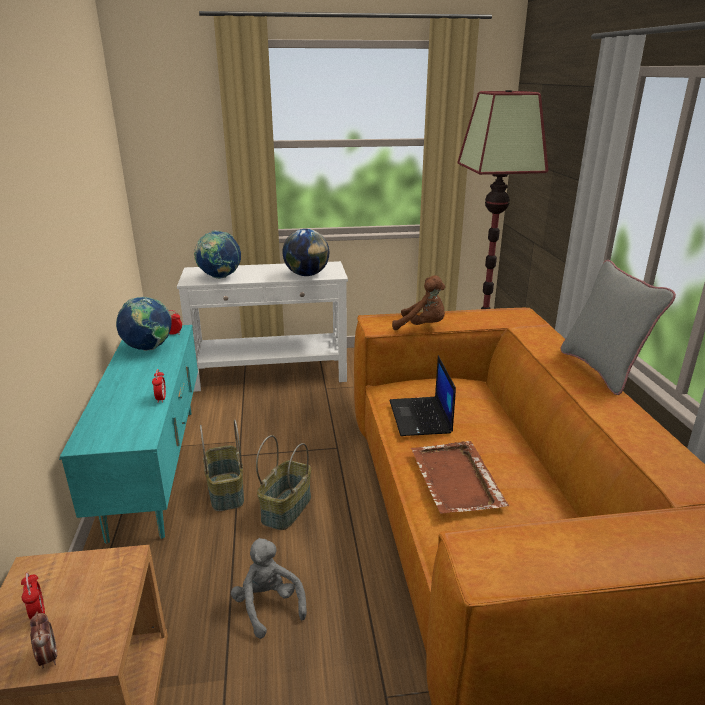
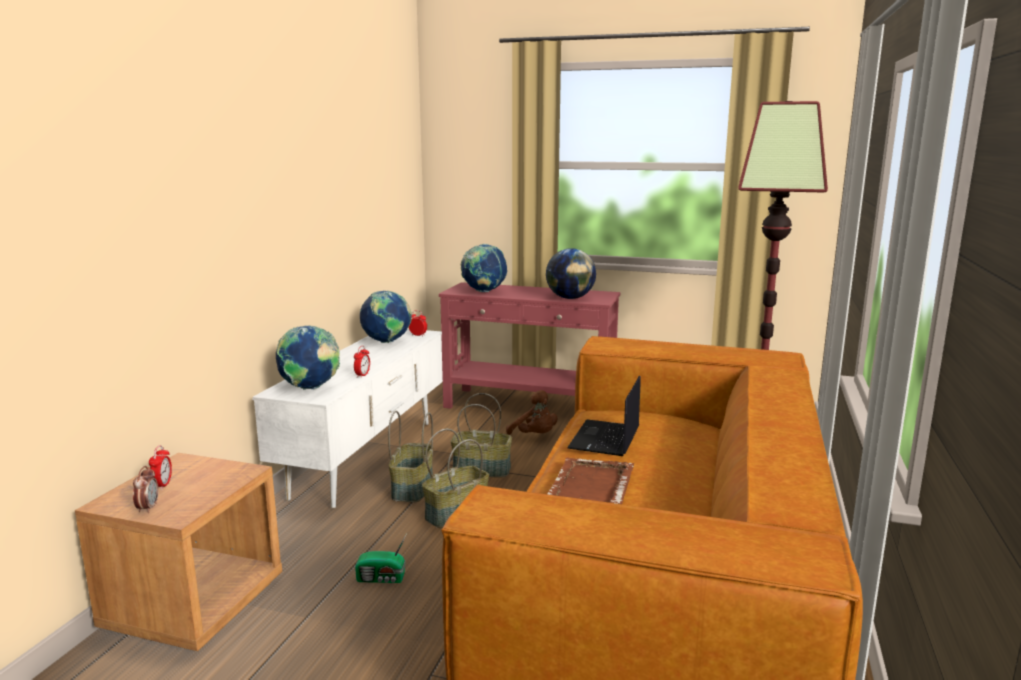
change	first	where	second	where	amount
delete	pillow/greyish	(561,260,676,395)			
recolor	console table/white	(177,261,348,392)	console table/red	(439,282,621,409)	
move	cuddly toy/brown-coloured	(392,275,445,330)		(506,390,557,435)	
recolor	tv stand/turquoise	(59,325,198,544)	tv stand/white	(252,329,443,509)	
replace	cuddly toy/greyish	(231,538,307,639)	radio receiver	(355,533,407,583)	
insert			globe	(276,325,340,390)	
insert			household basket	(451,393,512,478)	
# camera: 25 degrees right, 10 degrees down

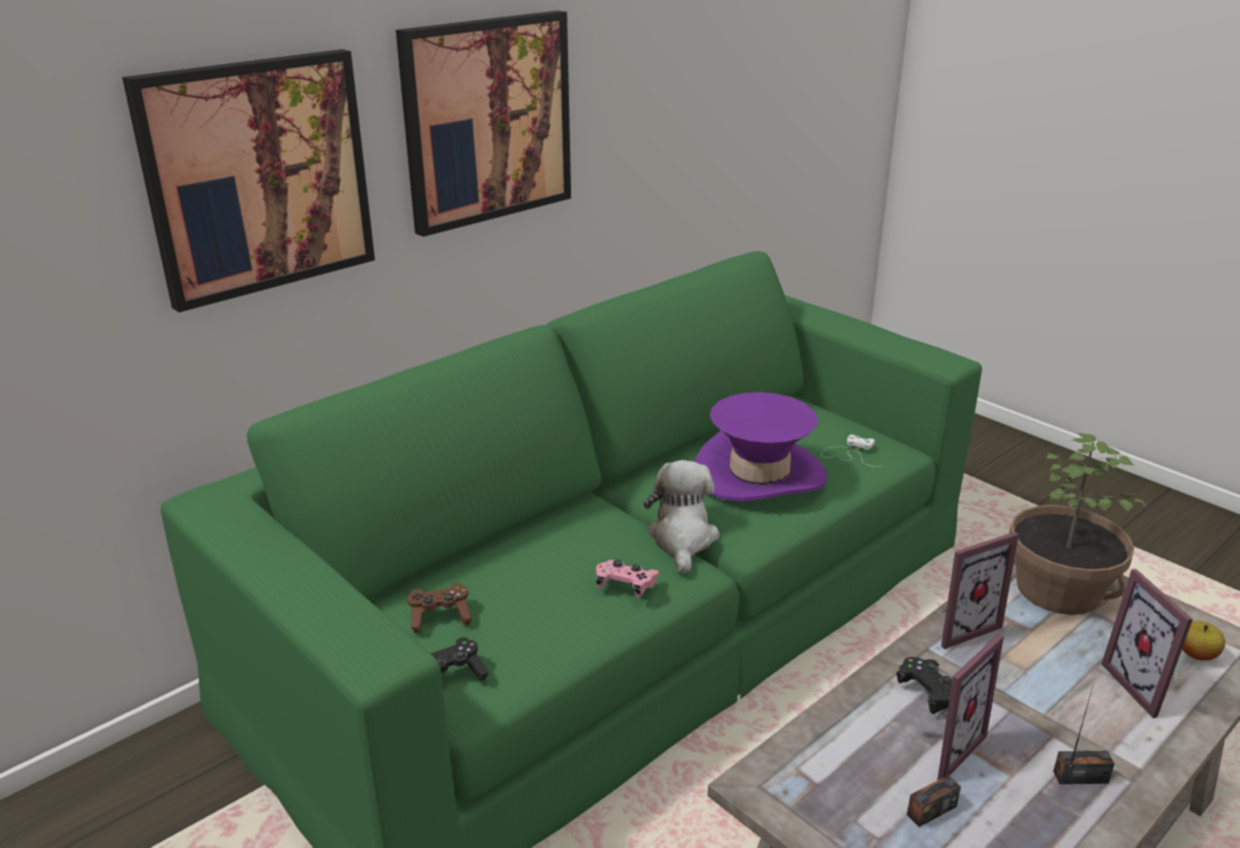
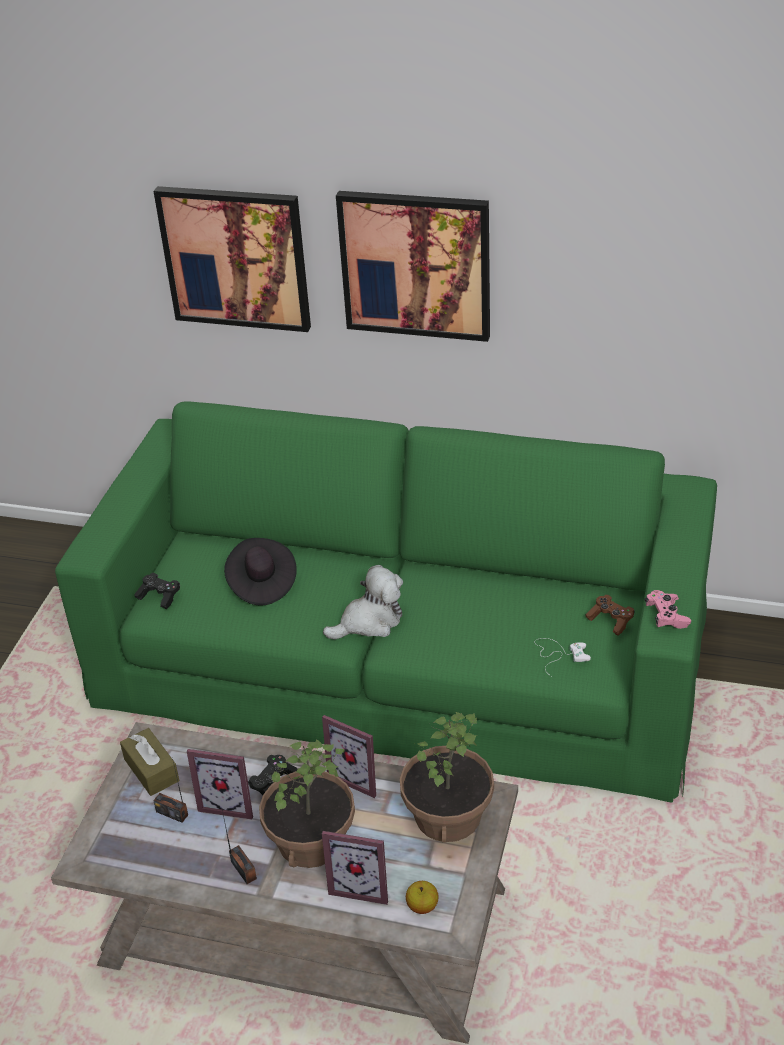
change	first	where	second	where	amount
delete	clothing hat/purple-coloured	(695,392,827,501)			
move	game controller/pink	(596,560,660,598)		(645,590,691,629)	
rotate	picture frame	(1101,569,1193,718)		(322,831,388,905)	120 degrees counterclockwise
move	game controller/brown-coloured	(407,583,472,633)		(585,595,635,636)	
insert			clothing hat/blackish	(224,538,297,606)	
insert			tissue holder/brown-coloured	(120,728,179,796)	
insert			plant in a pot	(259,739,355,868)	
# camera: 60 degrees right, 10 degrees up

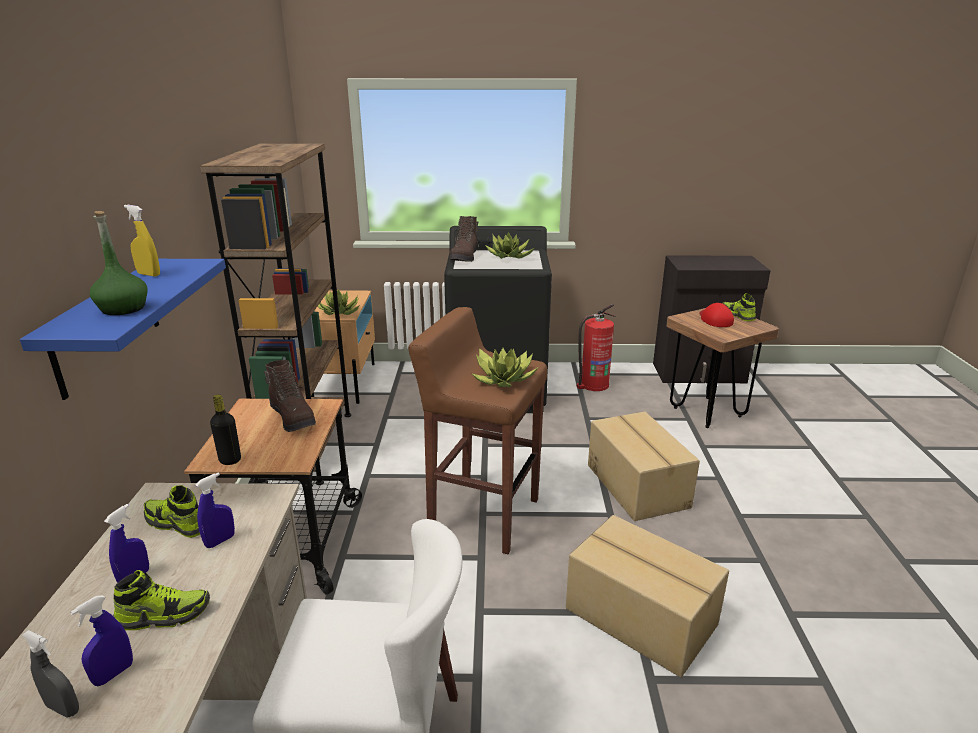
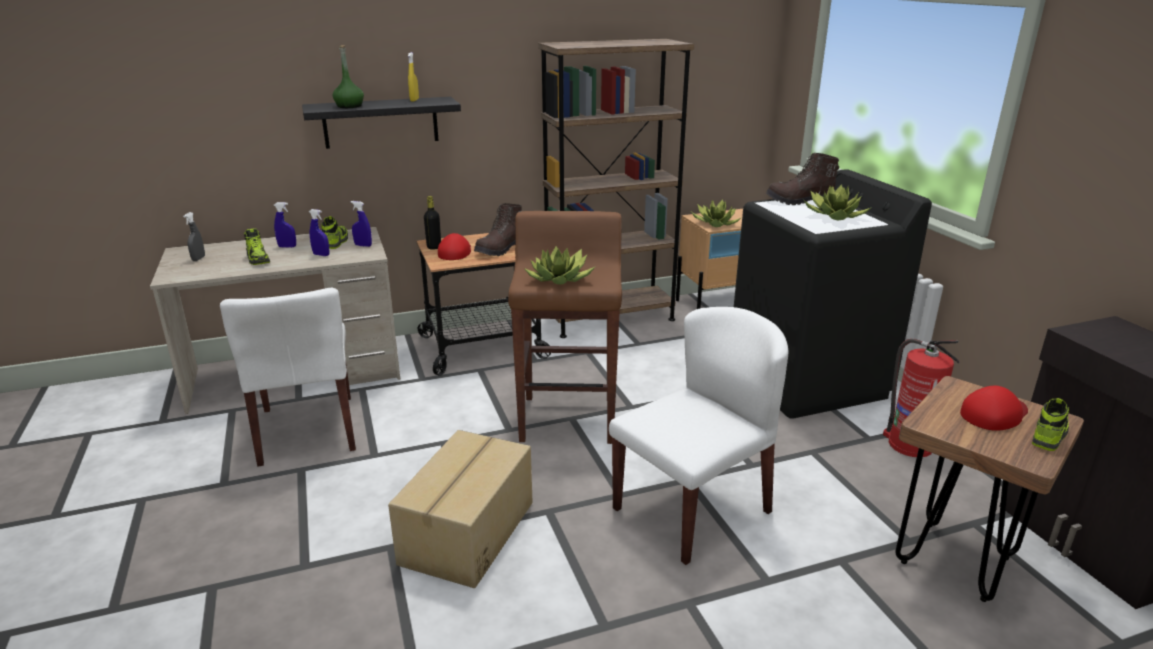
change	first	where	second	where	amount
recolor	wall shelf/bluish	(20,259,226,400)	wall shelf/blackish	(302,97,461,149)	
replace	cardboard box	(588,411,700,521)	plain chair/white	(609,307,788,565)	
move	hand sprayer/bluish	(70,595,133,686)		(350,201,372,247)	
insert			baseball cap/red	(438,233,471,260)	
# camera: 70 degrees right, 0 degrees up

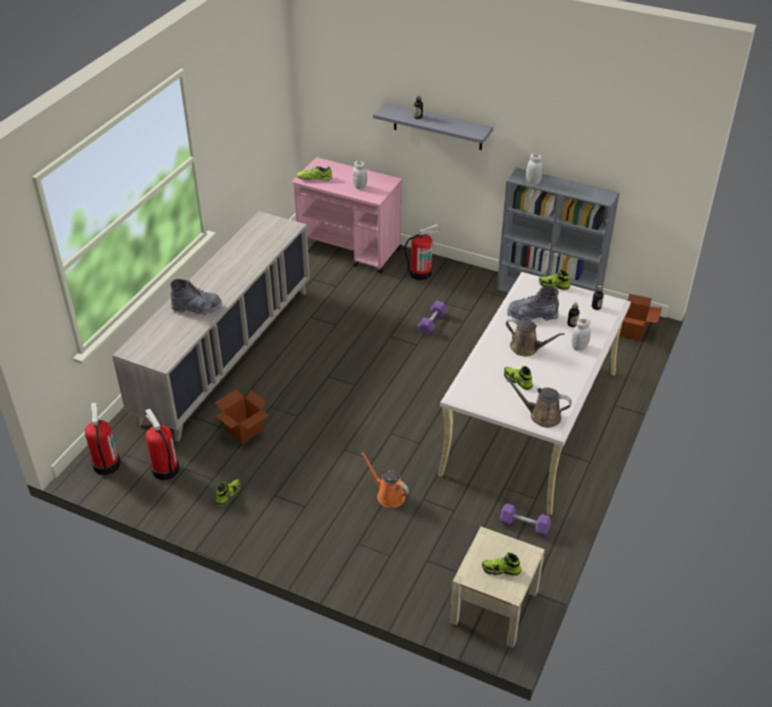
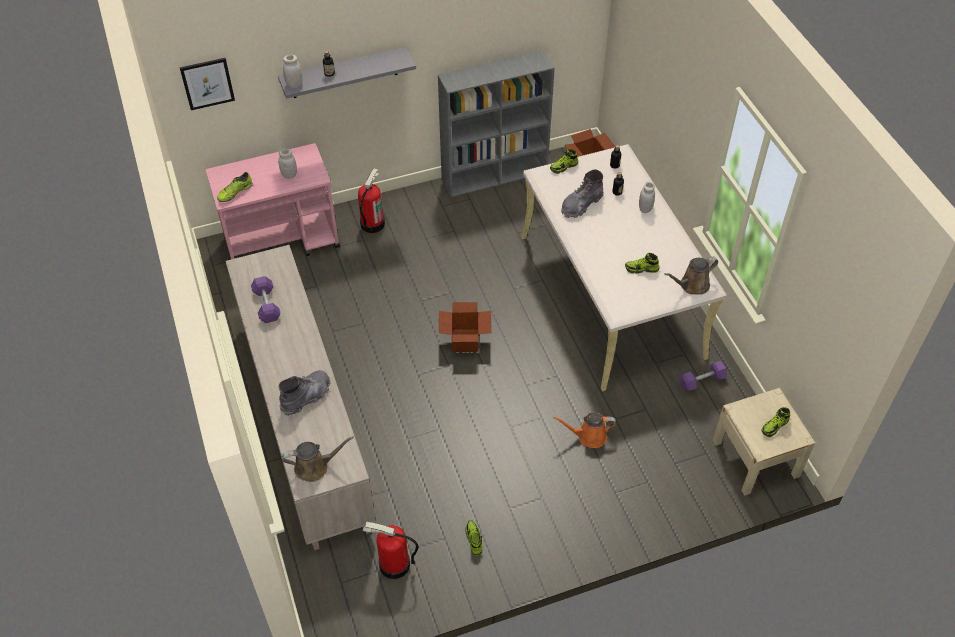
change	first	where	second	where	amount
move	jar/white	(526,154,543,184)		(283,55,302,88)	
move	dumbbell/purple-coloured	(417,301,448,335)		(251,276,281,323)	
move	sprinkling can/brown-coloured	(506,318,565,356)		(282,436,354,482)	
move	cardboard box	(215,390,269,445)		(439,302,492,352)	
delete	fire extinguisher	(85,402,121,475)			
insert			wall art	(180,58,235,110)	
# camera: 45 degrees left, 10 degrees up

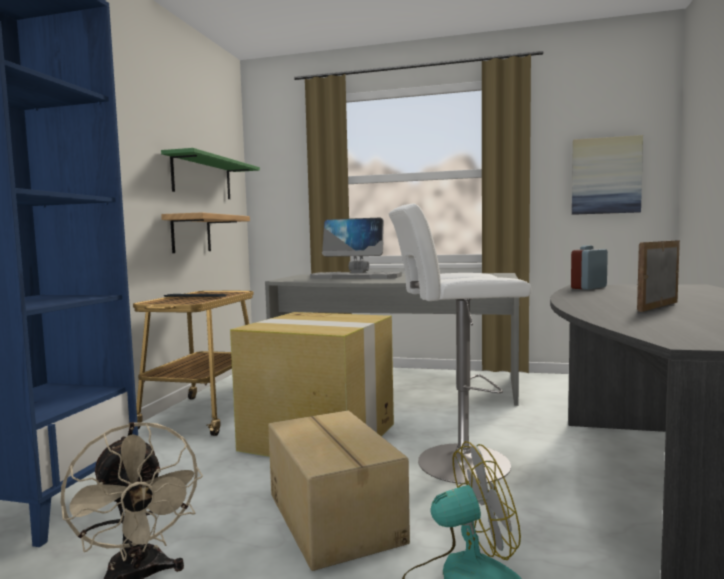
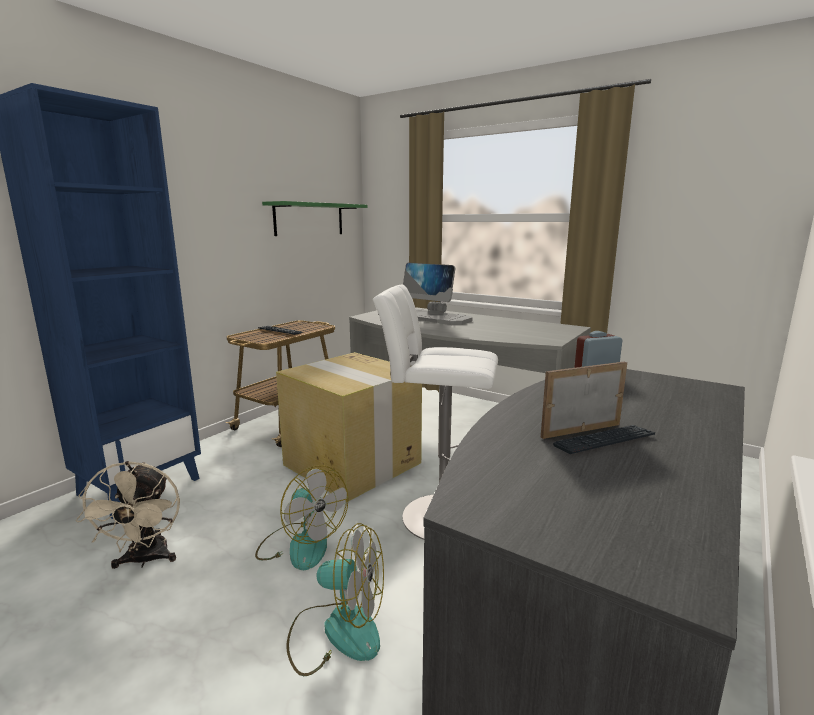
change	first	where	second	where	amount
delete	wall art	(572,135,643,215)			
delete	wall shelf	(161,212,250,253)			
replace	cardboard box	(268,411,410,571)	electric fan	(255,465,349,570)	
insert			computer keyboard	(553,425,655,454)	
# camera: 20 degrees right, 10 degrees up

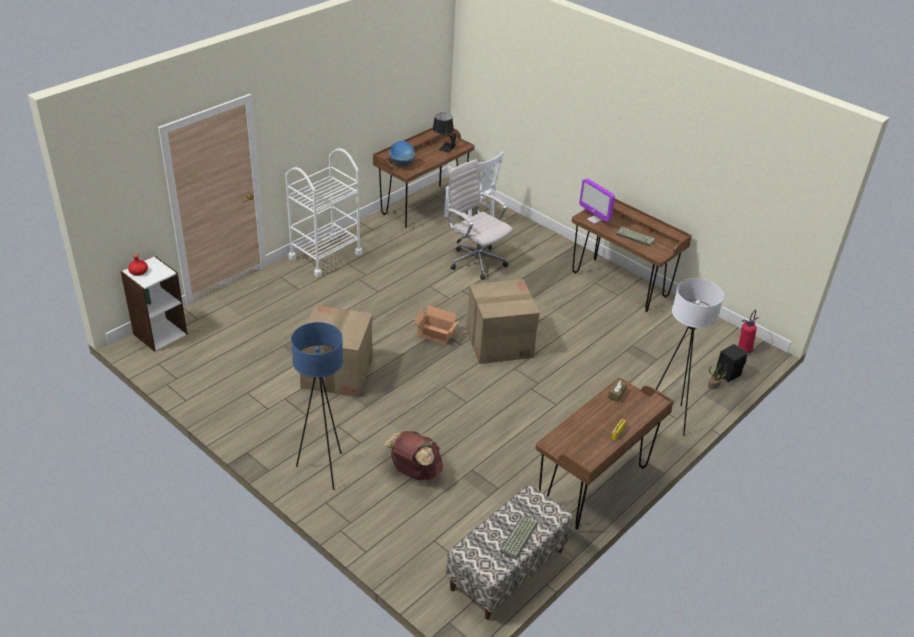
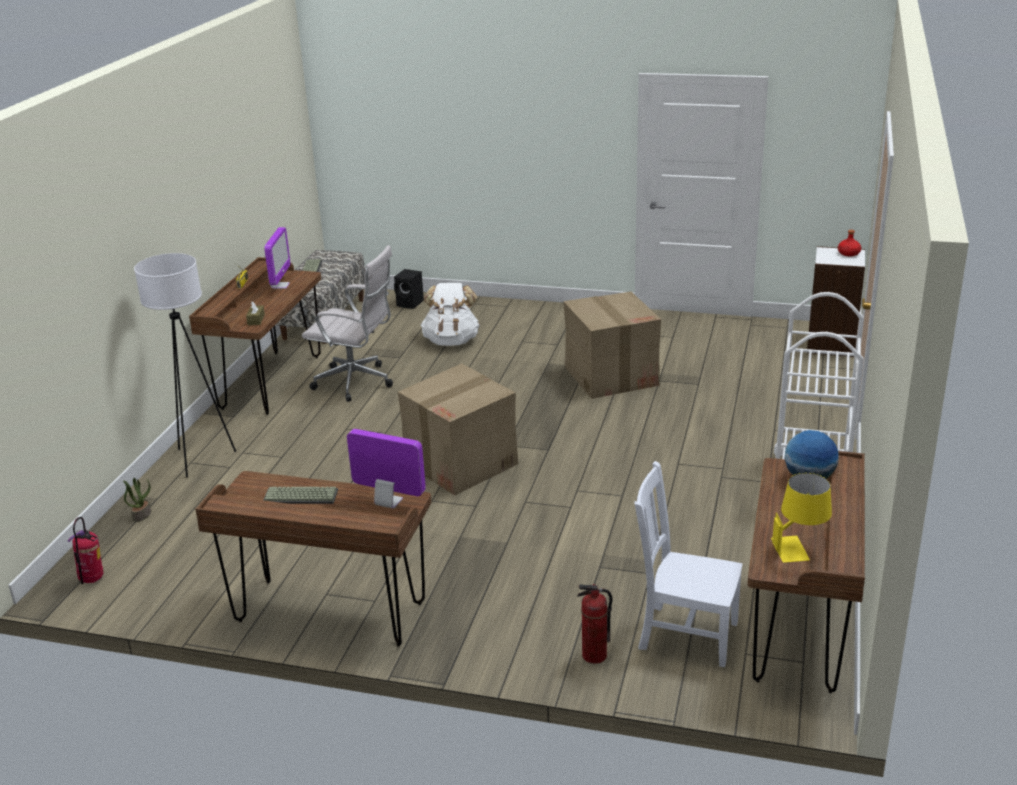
change	first	where	second	where	amount
recolor	table lamp/blackish	(433,113,456,153)	table lamp/yellowish	(771,473,832,563)	
move	desk chair/white	(447,159,513,280)		(302,245,393,402)	
delete	cardboard box	(414,305,459,345)			
delete	standing lamp/bluish	(291,322,343,490)			
move	loudspeaker/blackish	(716,344,748,382)		(394,269,424,309)	
recolor	knapsack/brown-coloured	(385,431,443,481)	knapsack/white	(421,283,480,346)	
insert			monitor	(264,227,290,289)	
insert			fire extinguisher	(577,584,613,664)	
# camera: 155 degrees right, 10 degrees down

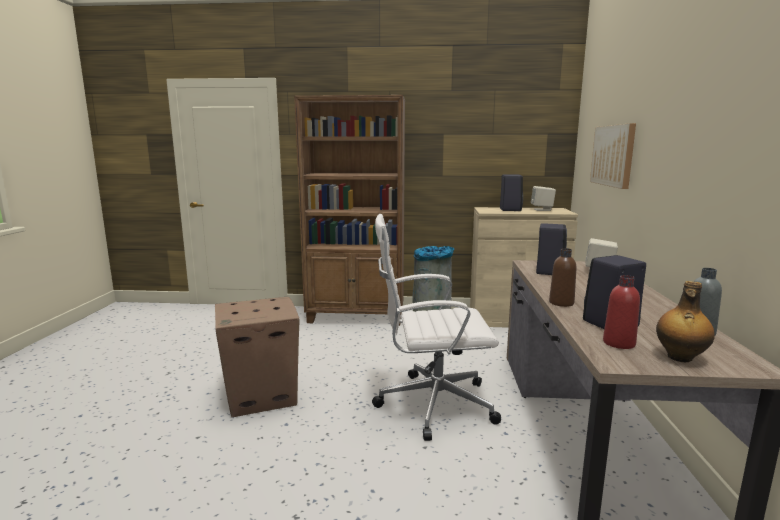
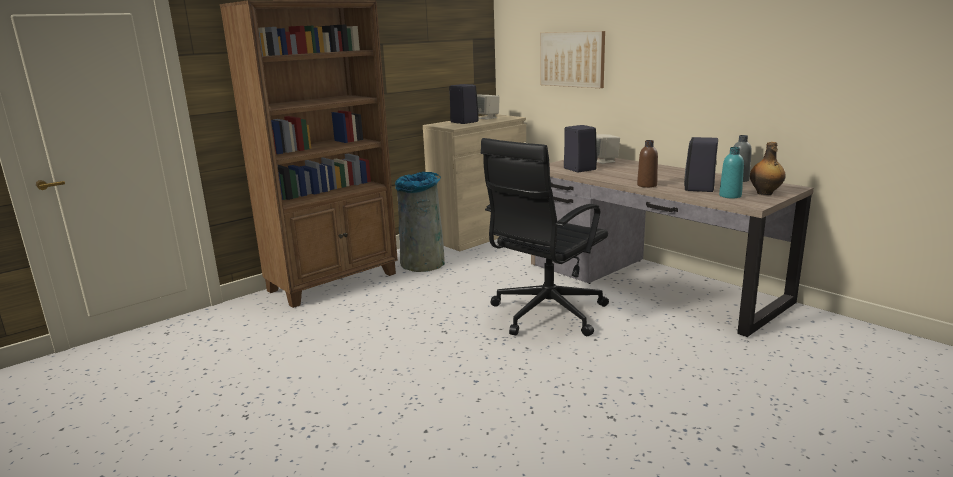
change	first	where	second	where	amount
recolor	desk chair/white	(372,214,501,441)	desk chair/blackish	(481,138,609,336)	
recolor	beverage bottle/red	(603,275,640,349)	beverage bottle/turquoise	(719,147,744,198)	
delete	cardboard box	(215,297,300,417)			
# camera: 45 degrees left, 5 degrees up

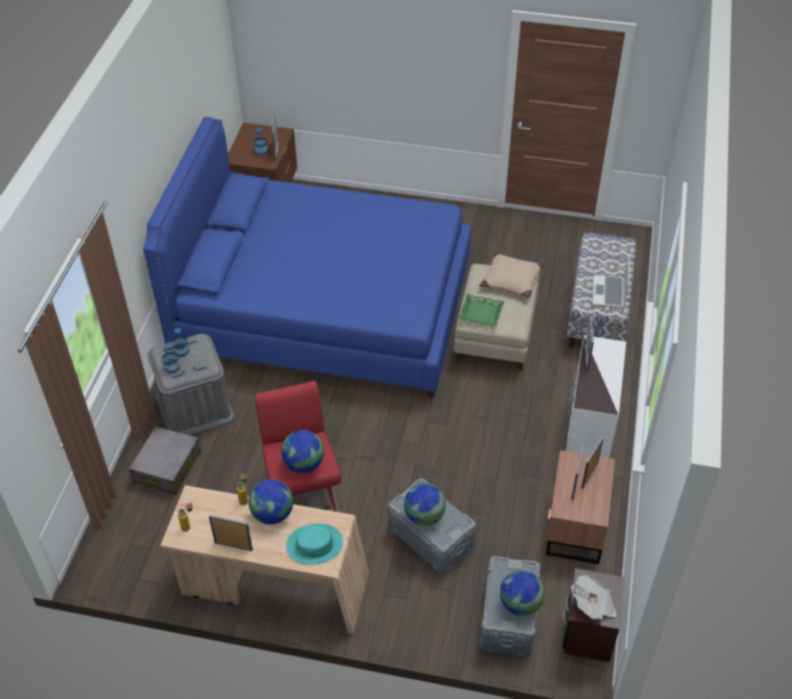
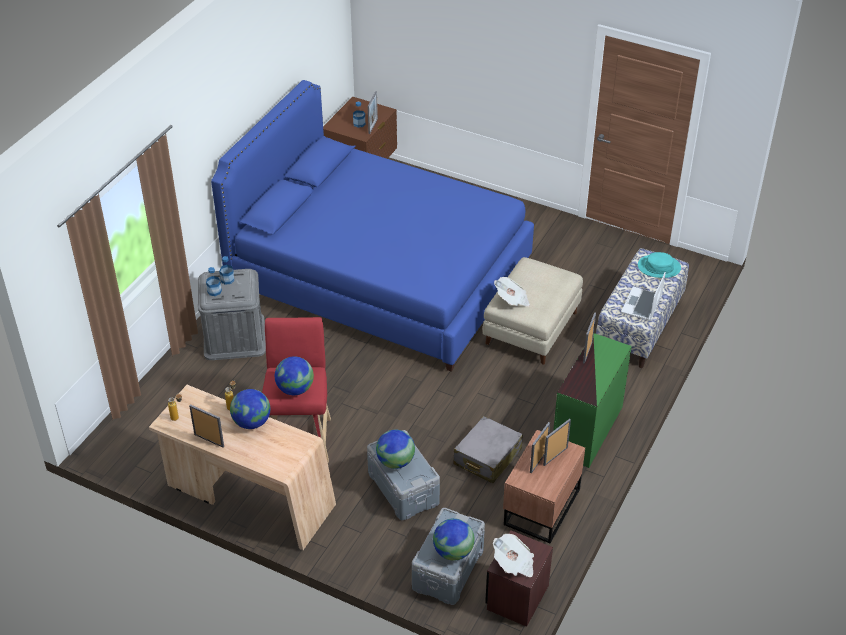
change	first	where	second	where	amount
delete	pillow/beige	(479,252,545,298)			
replace	serving tray/greenish	(459,294,504,326)	daily paper	(494,277,530,307)	
recolor	chest of drawers/white	(566,335,626,458)	chest of drawers/greenish	(553,333,632,468)	
move	suitcase/greyish	(129,427,201,495)		(453,416,523,483)	
move	clothing hat/turquoise	(286,524,343,564)		(638,252,681,278)	
# camera: 15 degrees right, 5 degrees down

